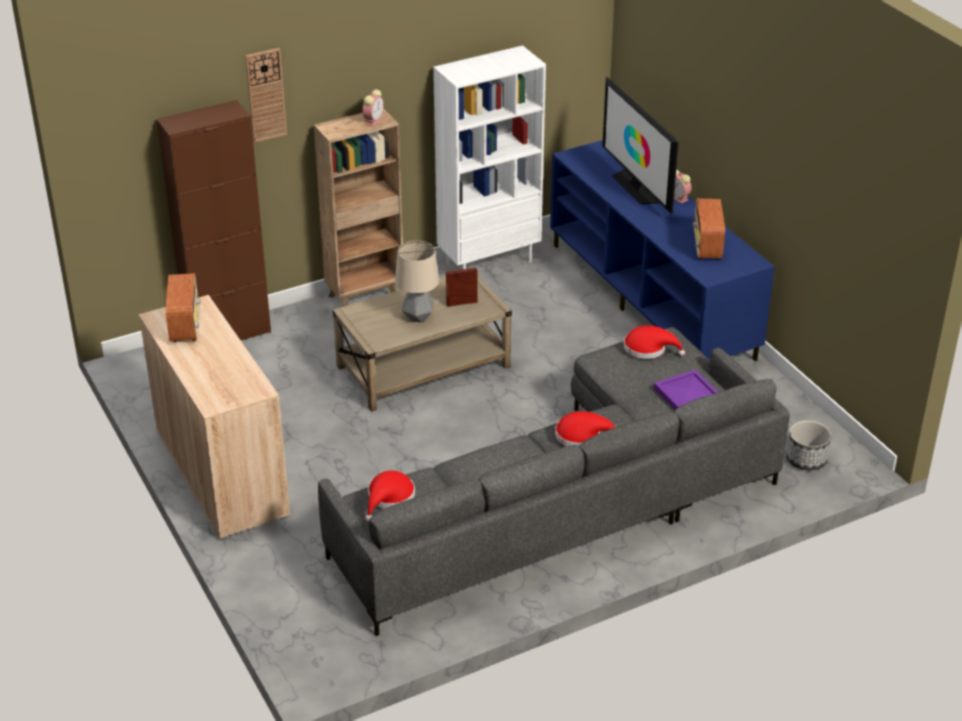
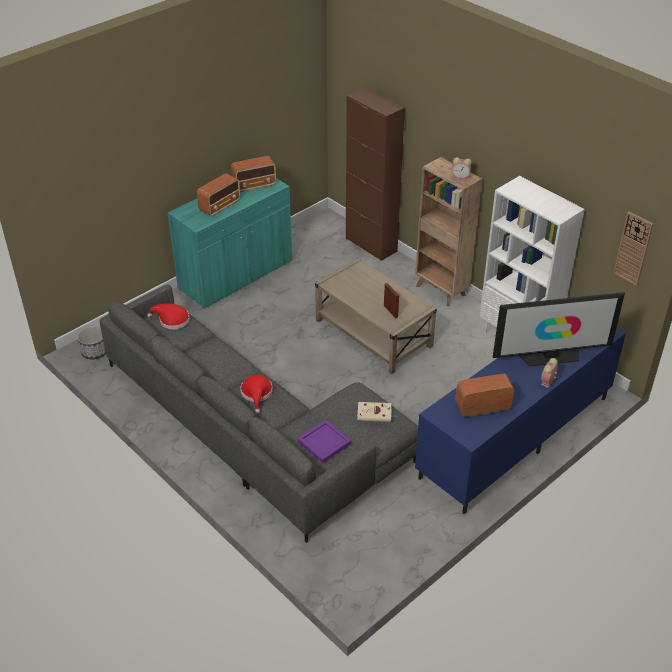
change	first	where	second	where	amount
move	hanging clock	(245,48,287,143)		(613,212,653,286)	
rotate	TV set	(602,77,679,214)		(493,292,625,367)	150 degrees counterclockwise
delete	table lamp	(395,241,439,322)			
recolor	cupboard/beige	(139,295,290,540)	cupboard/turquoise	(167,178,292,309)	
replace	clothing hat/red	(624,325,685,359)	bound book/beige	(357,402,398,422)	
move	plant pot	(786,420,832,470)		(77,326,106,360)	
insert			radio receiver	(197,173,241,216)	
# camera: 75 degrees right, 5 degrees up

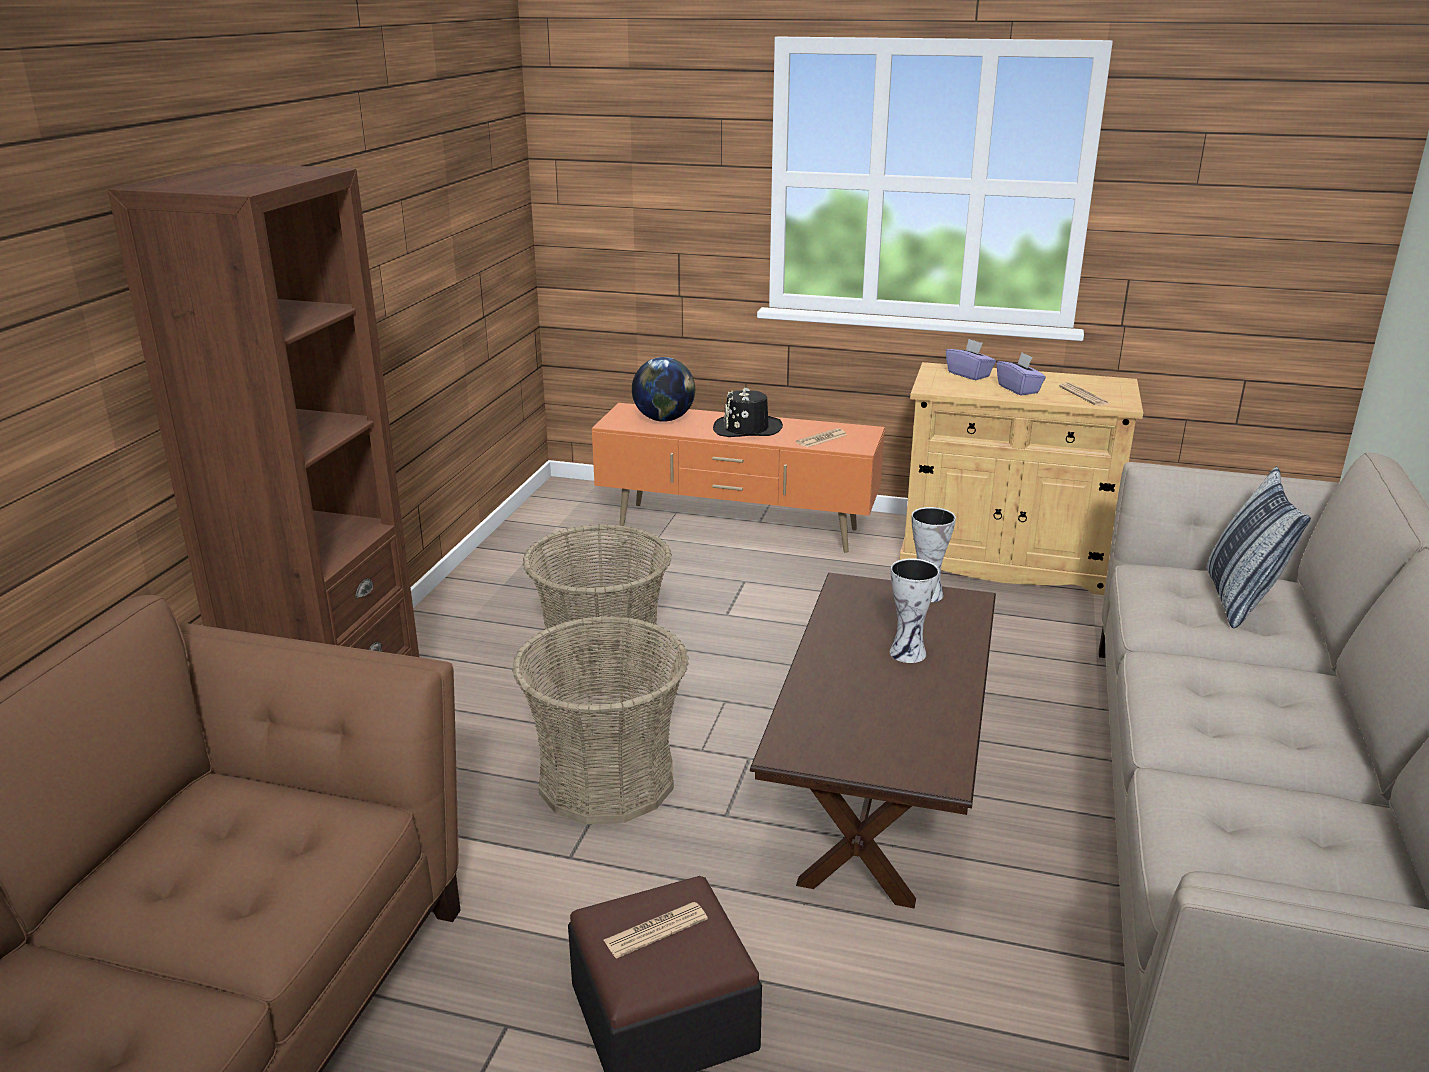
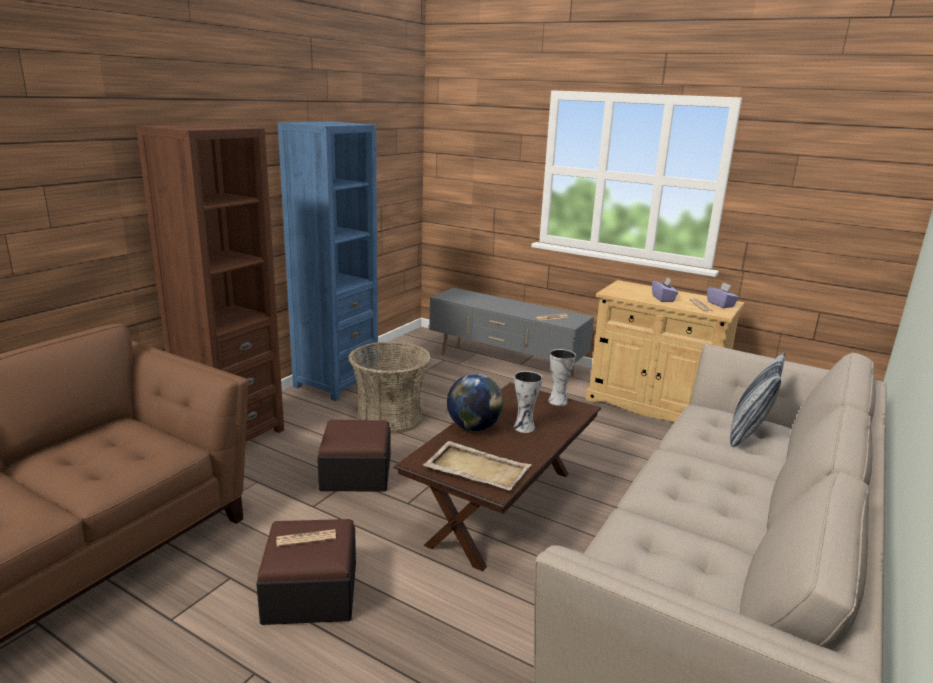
change	first	where	second	where	amount
move	tissue holder/purple-coloured	(946,339,996,380)		(707,282,739,308)	
move	globe	(632,357,695,422)		(447,374,503,431)	
delete	clothing hat/blackish	(713,388,783,437)			
recolor	tv stand/orange	(592,403,885,553)	tv stand/greyish	(429,288,594,376)	
replace	household basket	(512,616,689,824)	ottoman	(317,420,390,492)	
insert			shelving unit/bluish	(278,121,378,401)	
insert			serving tray/beige	(423,441,532,490)	
# camera: 15 degrees right, 5 degrees down

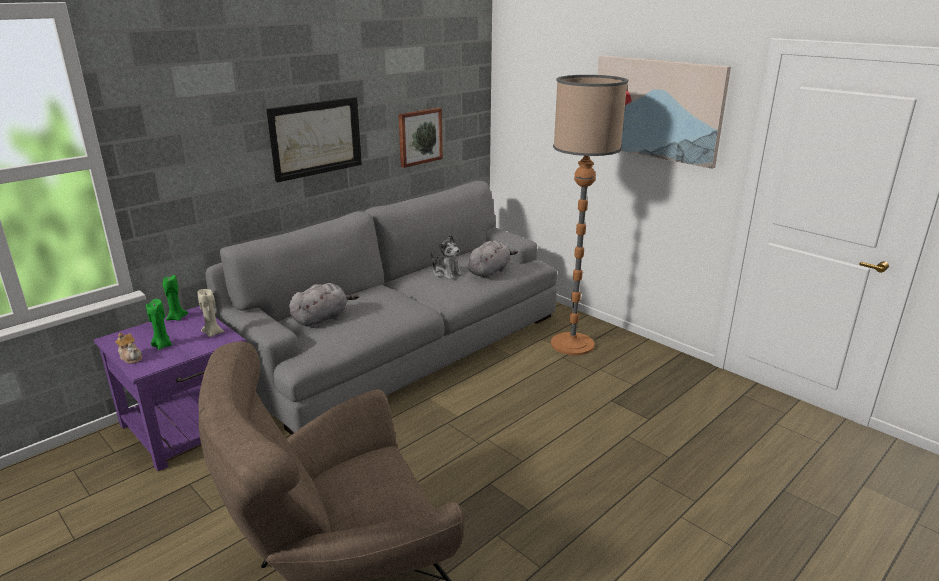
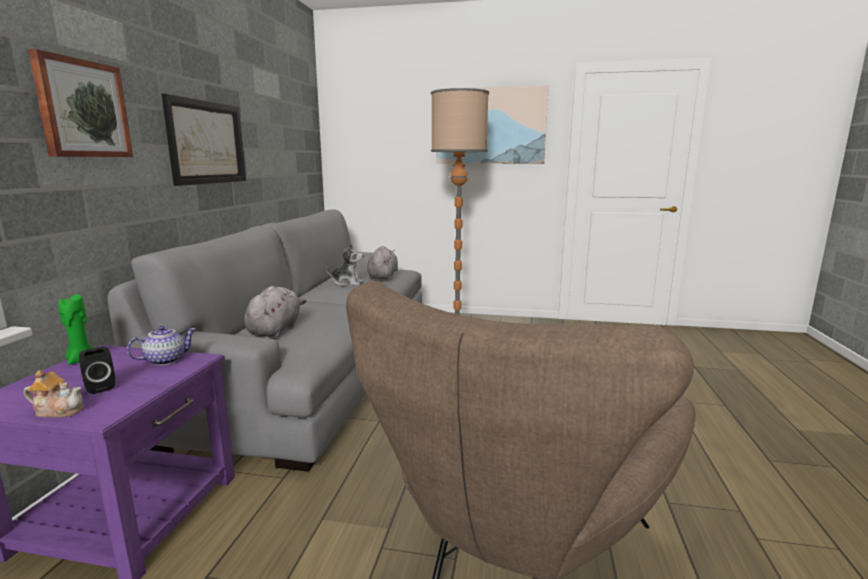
change	first	where	second	where	amount
move	wall art	(398,108,443,168)		(28,49,133,157)	
replace	wax candle/beige	(198,289,224,337)	tea pot	(127,326,196,366)	
replace	wax candle/greenish	(146,299,172,350)	loudspeaker/blackish	(79,346,115,394)	
# camera: 35 degrees left, 10 degrees down

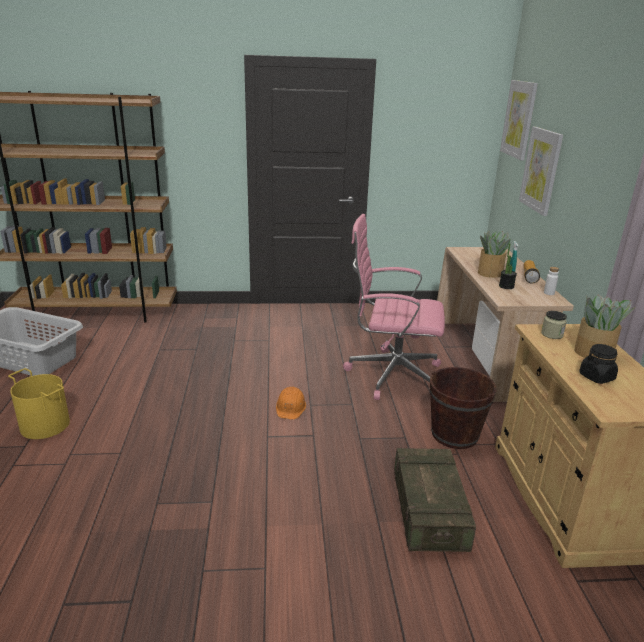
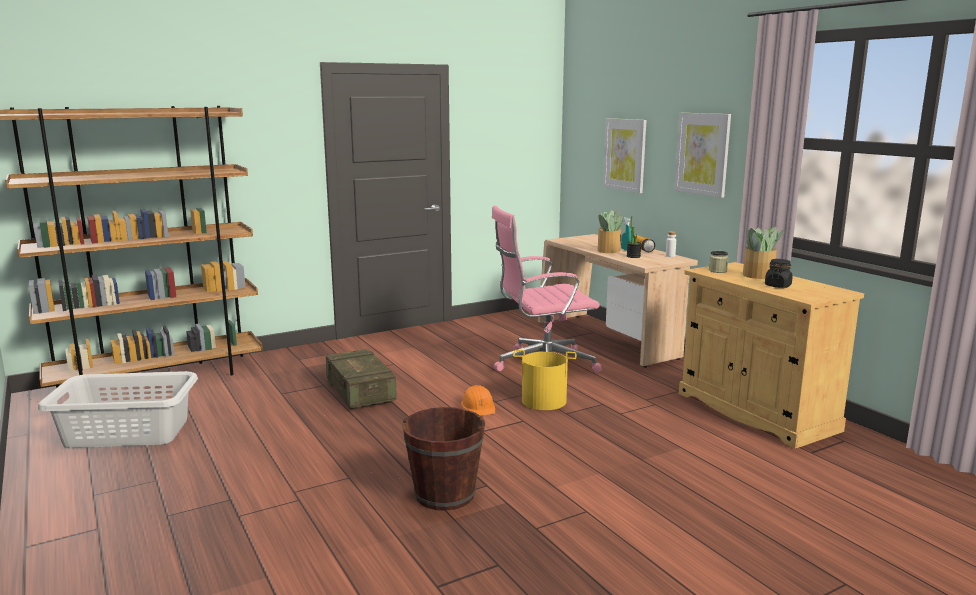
change	first	where	second	where	amount
move	wall art	(500,80,538,160)		(674,113,731,198)	
move	pail/brown-coloured	(430,367,497,449)		(402,407,485,511)	
move	pail/yellowish	(8,368,70,439)		(513,350,577,410)	
move	crate	(394,448,476,552)		(326,349,397,410)	
# camera: 25 degrees left, 10 degrees down

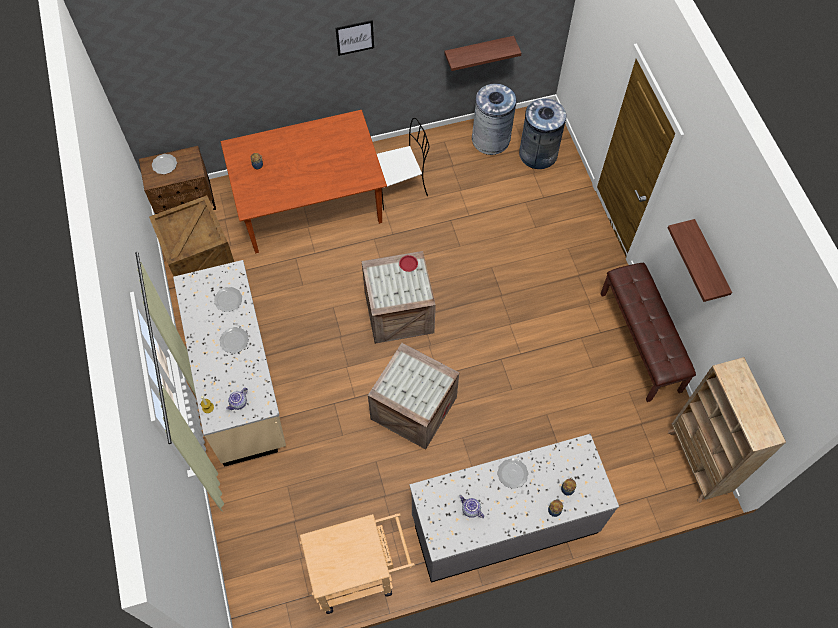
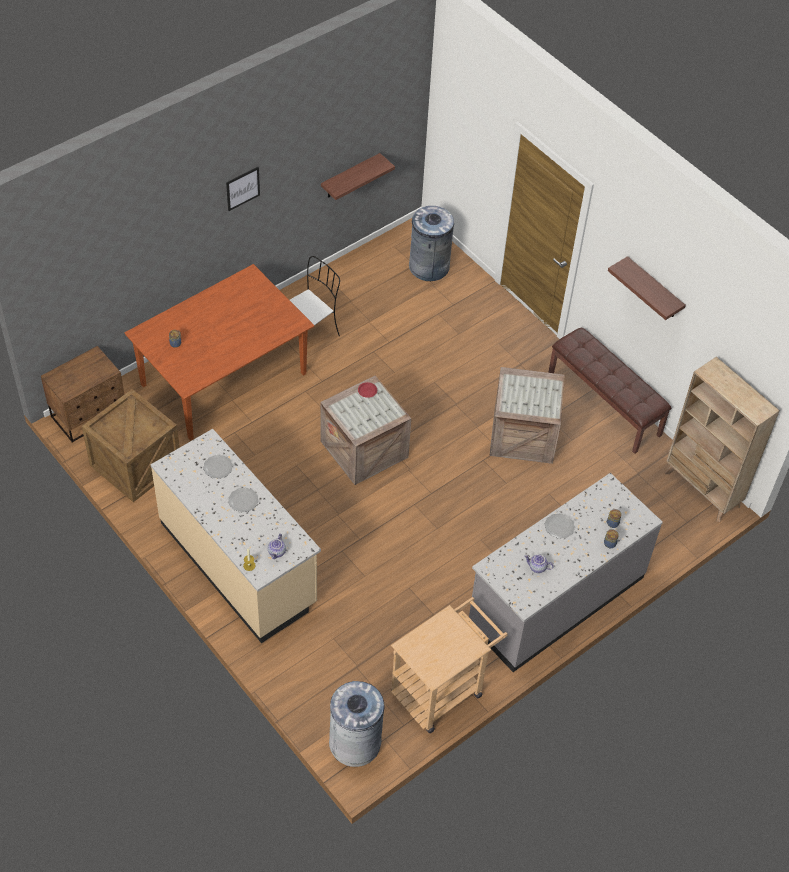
change	first	where	second	where	amount
move	rubbish bin/greyish	(472,83,517,155)		(329,681,384,767)	
delete	dinner plate	(152,154,177,174)			
move	crate	(368,343,459,450)		(489,367,565,464)	
# camera: 25 degrees left, 10 degrees down

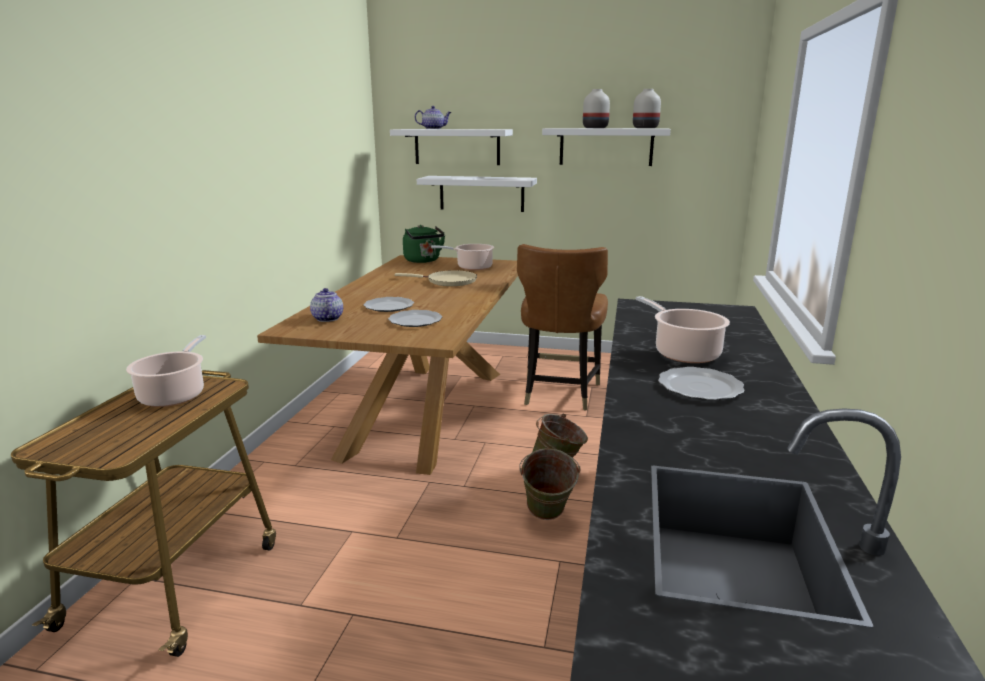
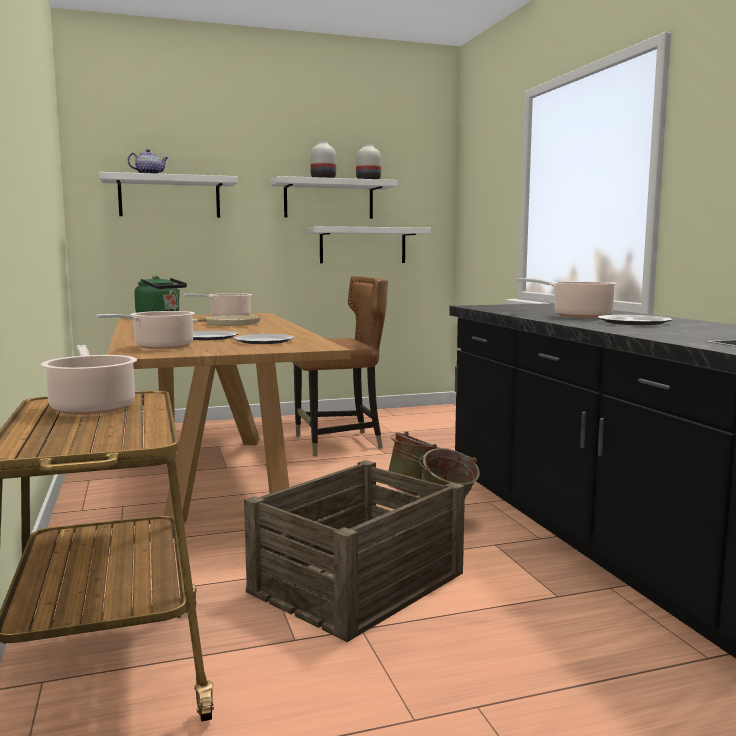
change	first	where	second	where	amount
move	wall shelf/white	(417,176,537,212)		(307,226,431,263)	
rotate	plain chair/brown-coloured	(517,244,608,410)		(292,276,388,457)	90 degrees counterclockwise
replace	tea pot	(310,288,343,322)	saucepot	(96,311,195,349)	
insert			crate	(244,460,465,642)	
# camera: 30 degrees left, 10 degrees down

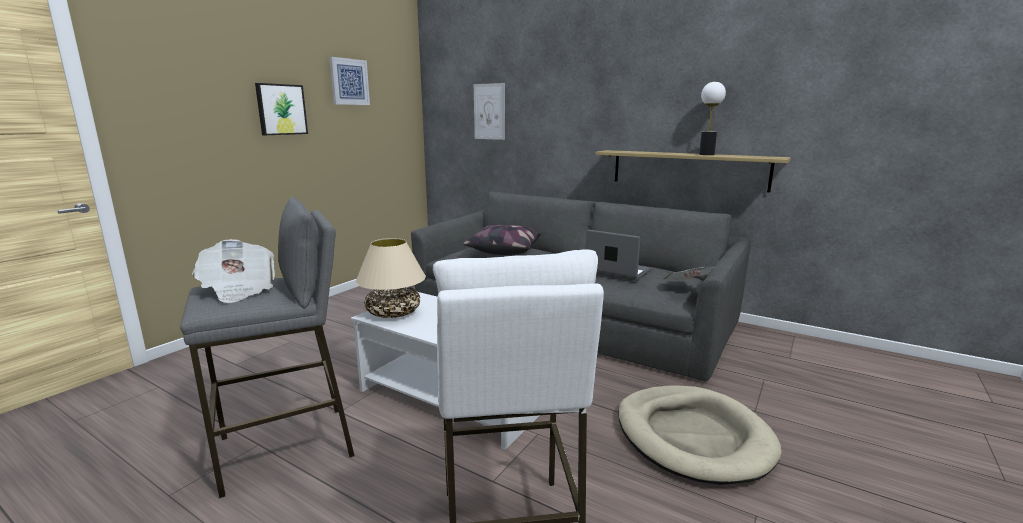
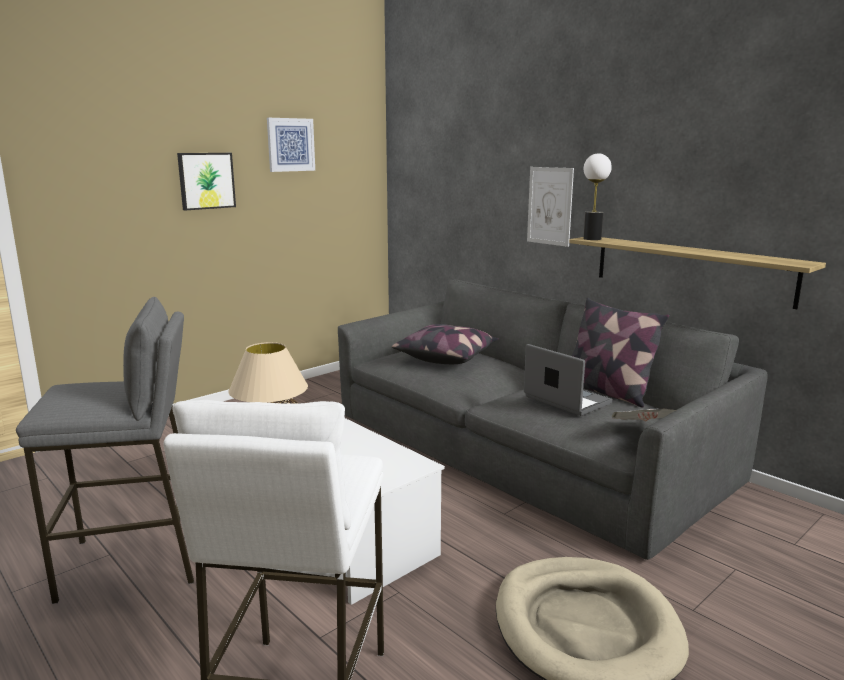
change	first	where	second	where	amount
move	table lamp	(699,82,726,155)		(583,153,612,240)	
move	wall art	(474,83,505,140)		(527,167,574,247)	
delete	daily paper	(192,239,275,303)			
insert			pillow	(572,298,669,407)	
# camera: 15 degrees right, 0 degrees up

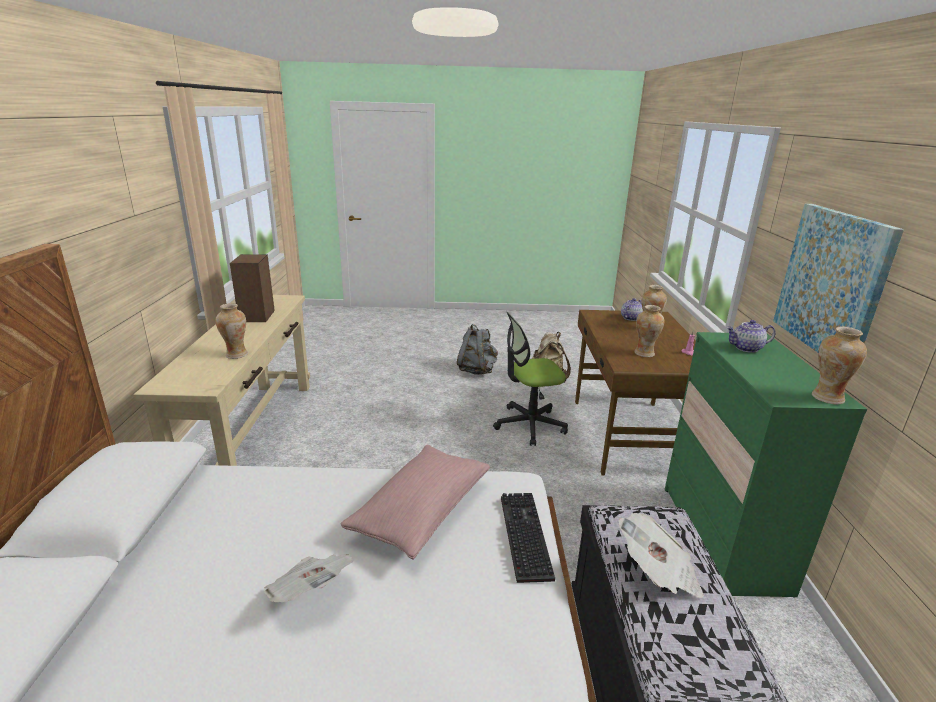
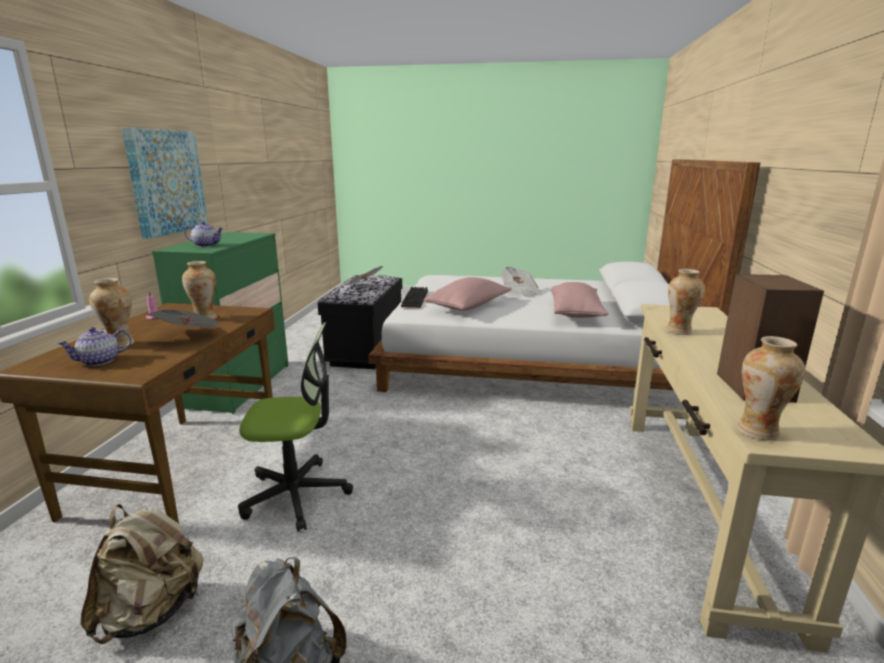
change	first	where	second	where	amount
move	vase	(812,327,867,404)		(736,336,805,440)	
insert			pillow/pink	(551,282,609,318)	
insert			daily paper	(146,310,220,327)	
# camera: 170 degrees left, 5 degrees down

